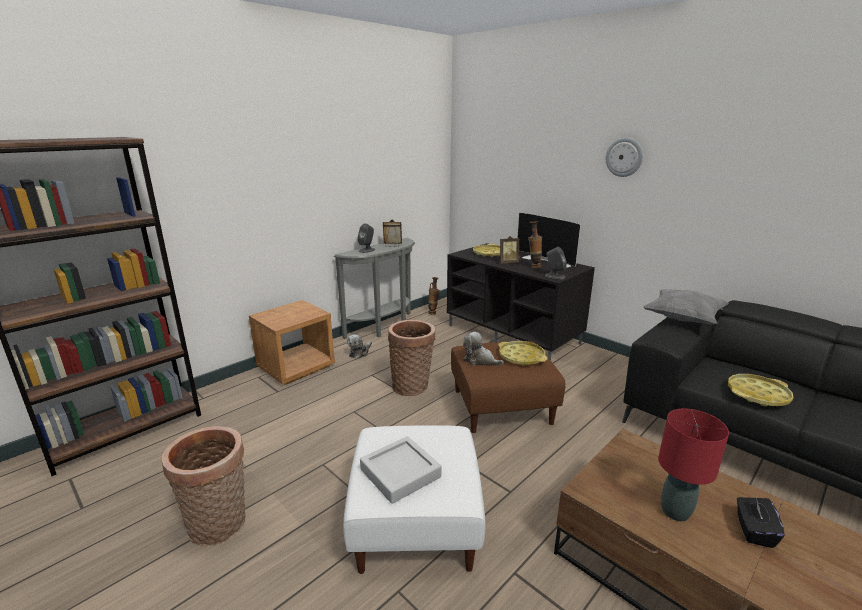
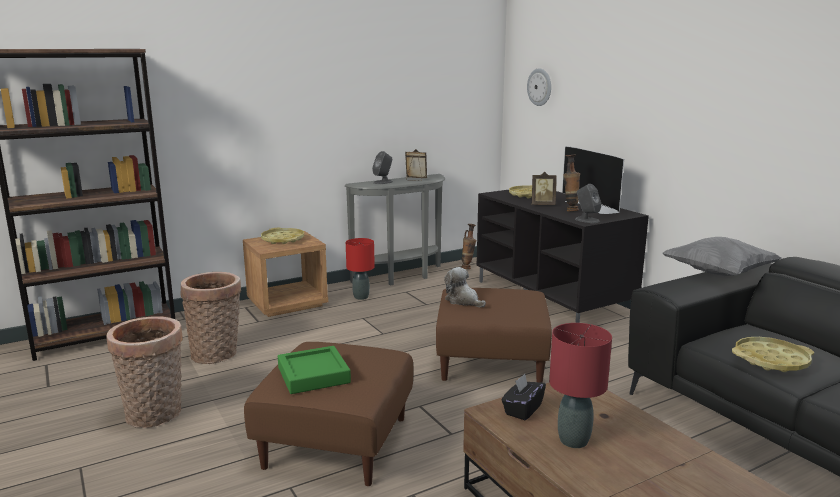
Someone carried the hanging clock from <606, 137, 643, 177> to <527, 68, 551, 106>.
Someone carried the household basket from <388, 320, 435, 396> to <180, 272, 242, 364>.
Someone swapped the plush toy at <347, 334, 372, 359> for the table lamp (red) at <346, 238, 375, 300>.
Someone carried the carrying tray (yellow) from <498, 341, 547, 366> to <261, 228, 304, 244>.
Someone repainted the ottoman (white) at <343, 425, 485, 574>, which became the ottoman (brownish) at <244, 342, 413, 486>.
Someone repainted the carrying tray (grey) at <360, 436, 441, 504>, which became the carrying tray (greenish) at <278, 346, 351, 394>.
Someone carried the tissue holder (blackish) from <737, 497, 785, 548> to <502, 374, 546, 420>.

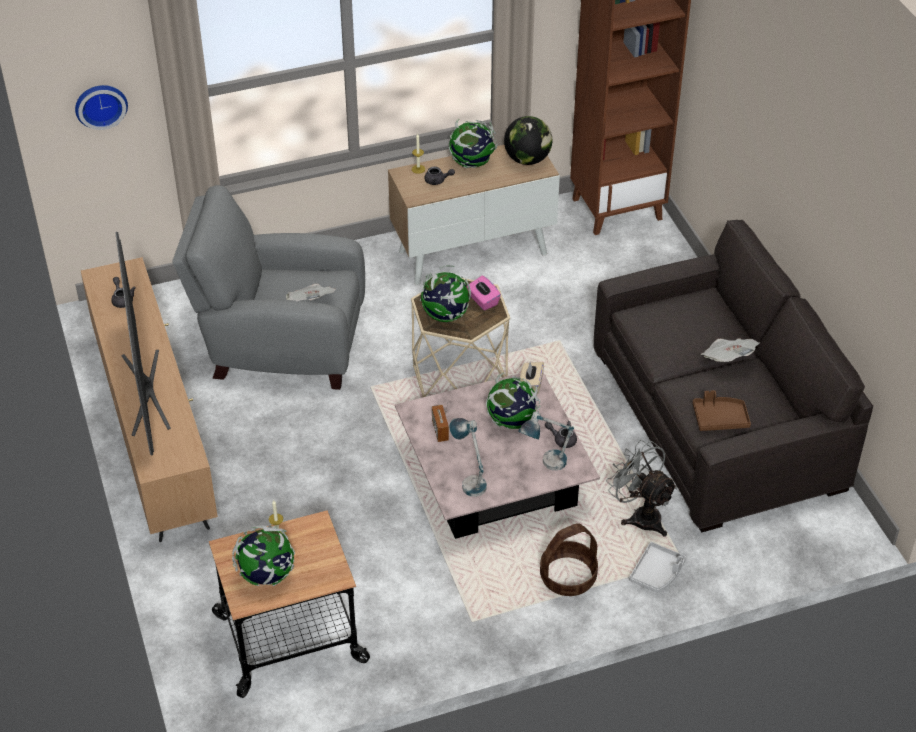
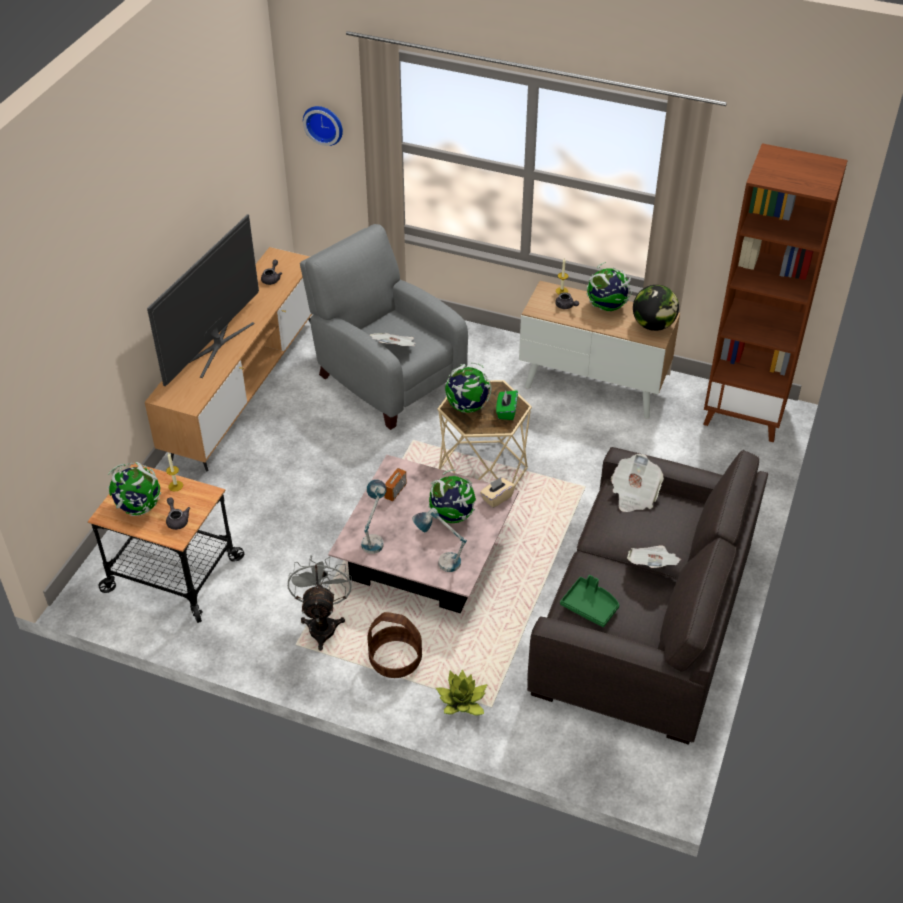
Someone repainted the tissue holder (pink) at <467, 276, 501, 311>, which became the tissue holder (greenish) at <496, 390, 518, 420>.
Someone repainted the carrying tray (brownish) at <693, 390, 751, 431>, which became the carrying tray (greenish) at <560, 575, 619, 627>.
Someone carried the tea pot (grey) from <545, 421, 577, 448> to <166, 497, 190, 530>.
Someone carried the electric fan (grey) from <606, 440, 677, 537> to <288, 555, 352, 651>.
Someone swapped the carrying tray (grey) at <629, 542, 686, 593> for the houseplant at <436, 669, 488, 716>.
Someone put down the newspaper at <611, 454, 664, 512>.

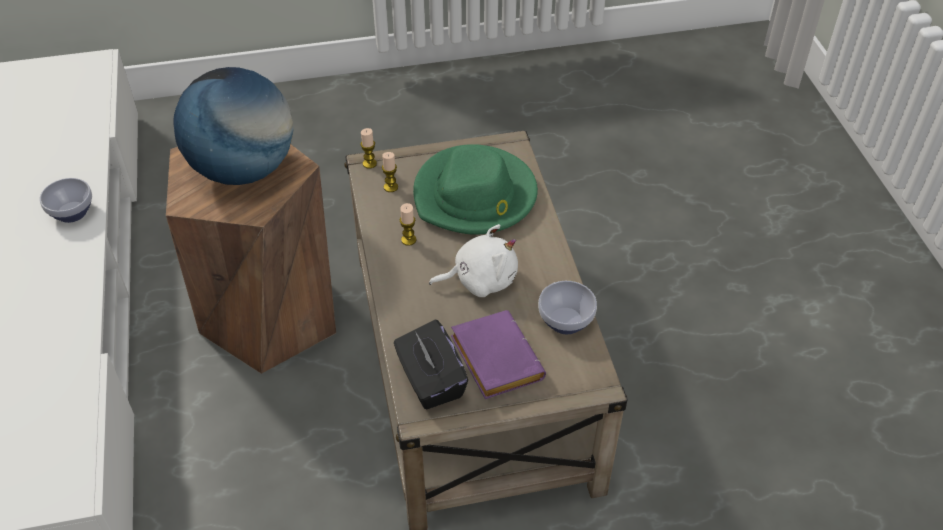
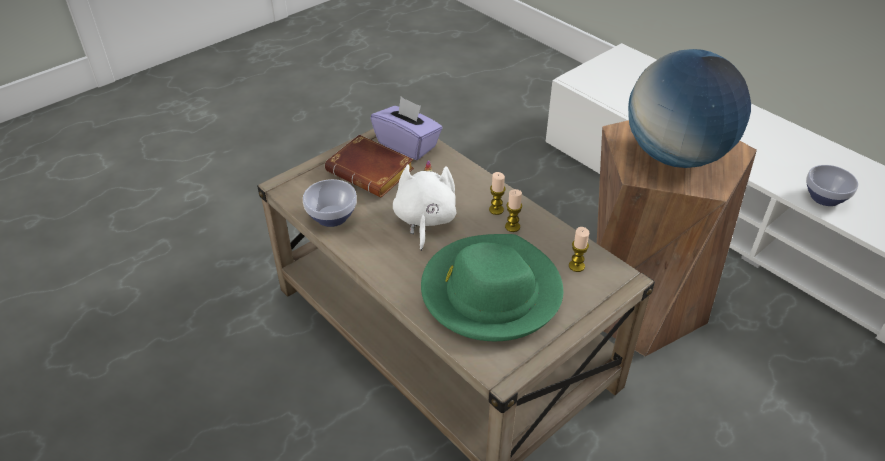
Someone carried the wax light from <360, 128, 377, 169> to <489, 172, 506, 215>.
Someone rotated the plush toy (white) at <429, 224, 518, 297> by 135 degrees clockwise.
Someone repainted the bound book (purplish) at <451, 310, 546, 399>, which became the bound book (brownish) at <325, 135, 414, 197>.
Someone repainted the tissue holder (blackish) at <394, 320, 468, 409>, which became the tissue holder (purplish) at <370, 97, 443, 160>.

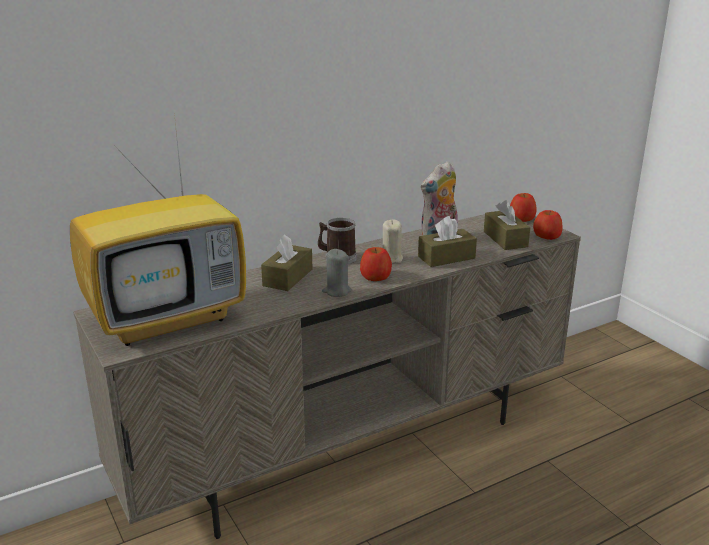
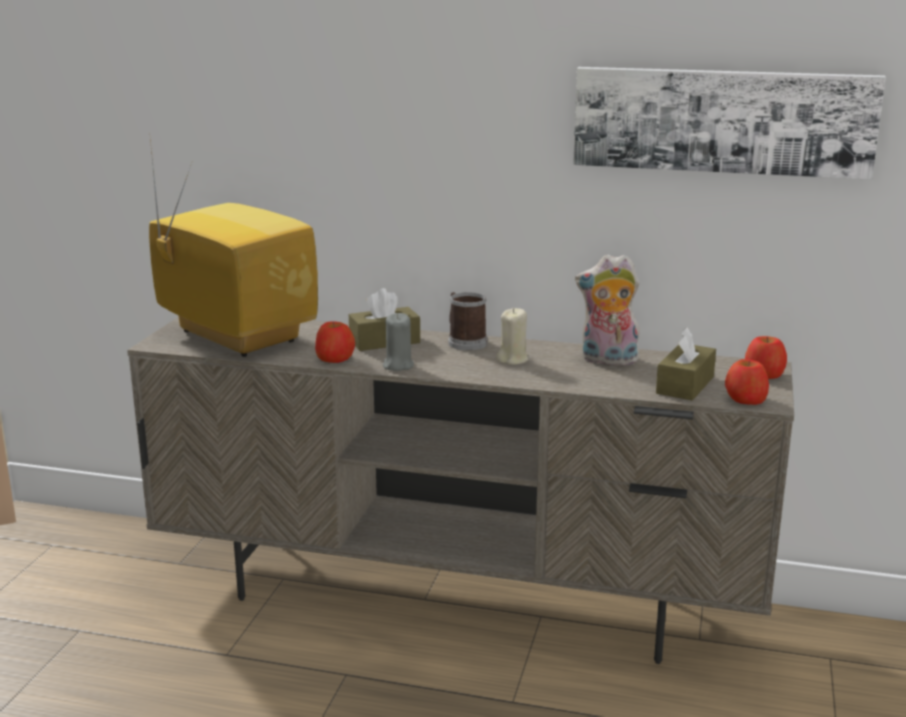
Someone rotated the TV at <70, 114, 246, 346> by 150 degrees counterclockwise.
Someone took away the tissue holder (brownish) at <418, 216, 477, 267>.
Someone carried the whole apple from <360, 247, 392, 281> to <315, 321, 355, 363>.
Someone put up the picture at <573, 67, 886, 180>.

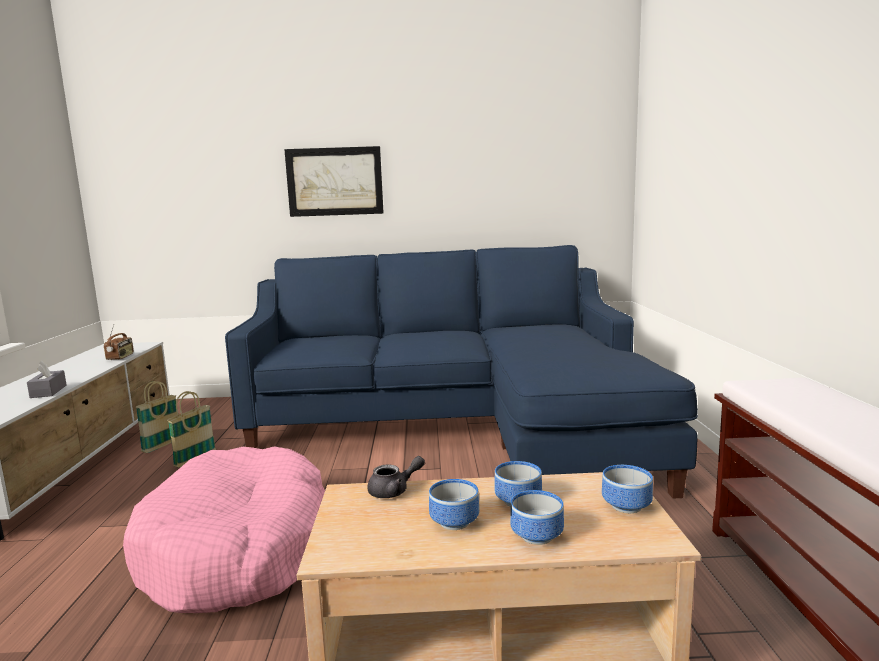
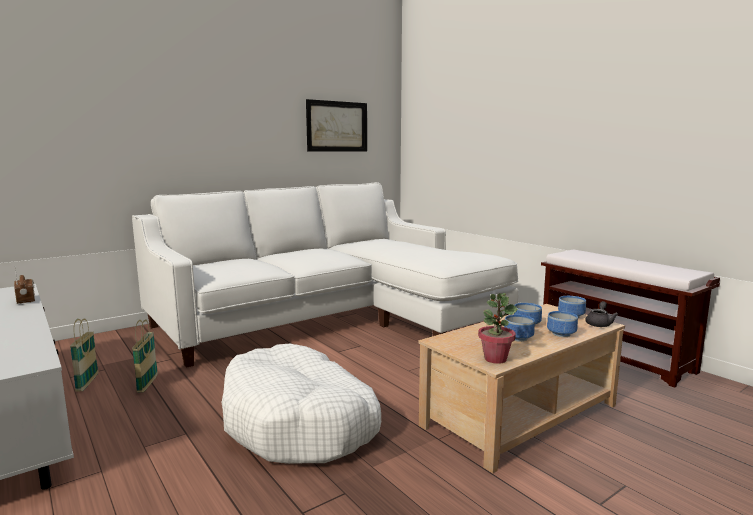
Someone carried the picture from <284, 146, 384, 217> to <306, 99, 367, 152>.
Someone repainted the settee (blue) at <225, 245, 698, 499>, which became the settee (white) at <132, 182, 519, 368>.
Someone took away the tissue holder (grey) at <27, 361, 67, 398>.
Someone repainted the dog cushion (pink) at <123, 447, 325, 613>, which became the dog cushion (white) at <221, 344, 381, 464>.
Someone carried the tea pot (grey) from <367, 456, 425, 498> to <585, 301, 618, 327>.
Someone put down the houseplant at <478, 293, 517, 364>.

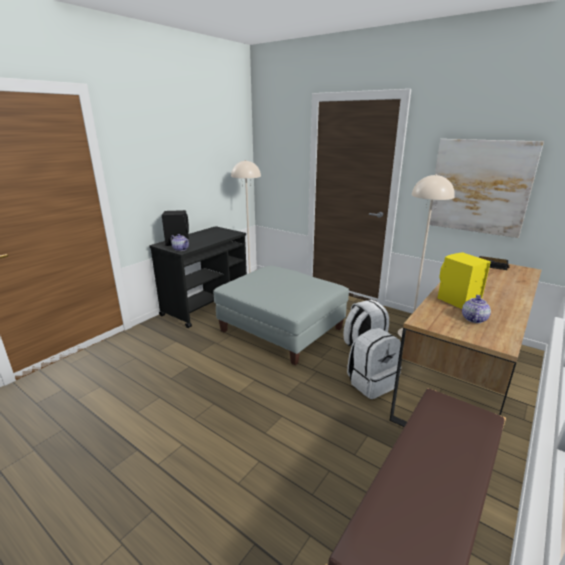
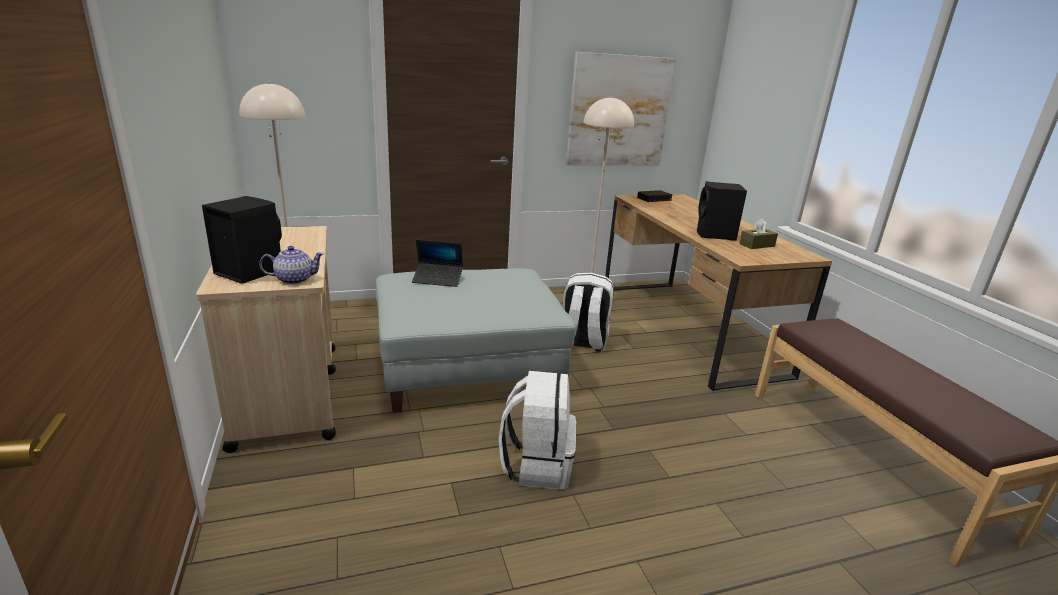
Someone repainted the wheeled cart (blackish) at <149, 226, 247, 328>, which became the wheeled cart (beige-coloured) at <196, 226, 336, 453>.
Someone repainted the loudspeaker (yellow) at <438, 252, 491, 309>, which became the loudspeaker (blackish) at <697, 181, 747, 241>.
Someone swapped the tea pot at <462, 295, 491, 323> for the tissue holder (brownish) at <739, 219, 778, 249>.
Someone carried the backpack (white) from <347, 328, 401, 399> to <499, 371, 576, 489>.
Someone put down the portable computer at <412, 240, 463, 287>.

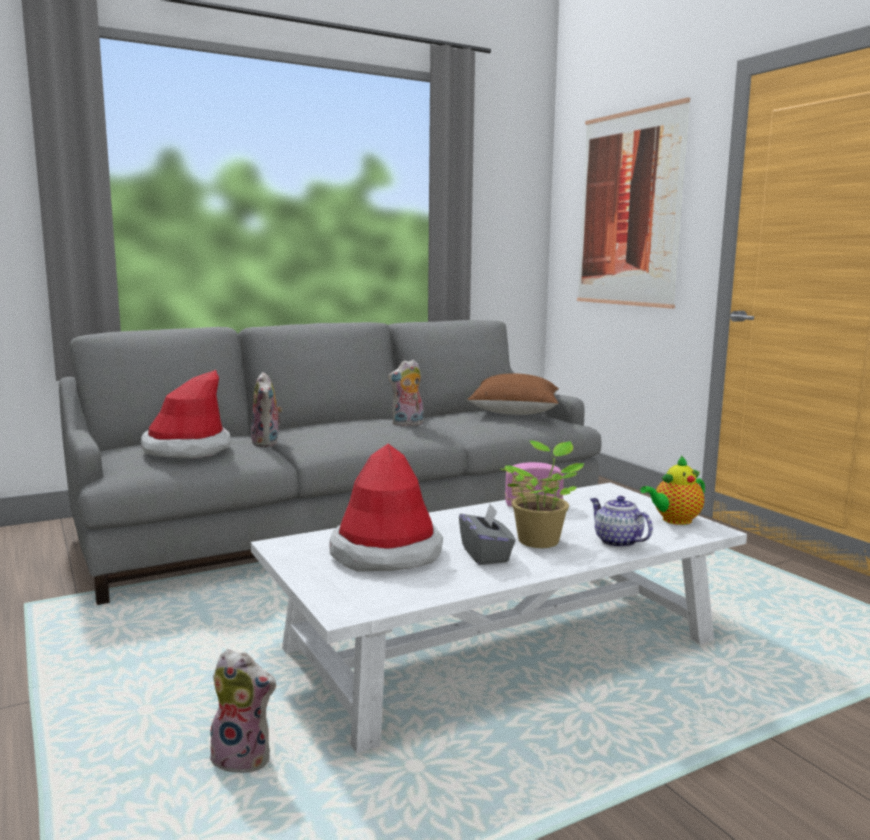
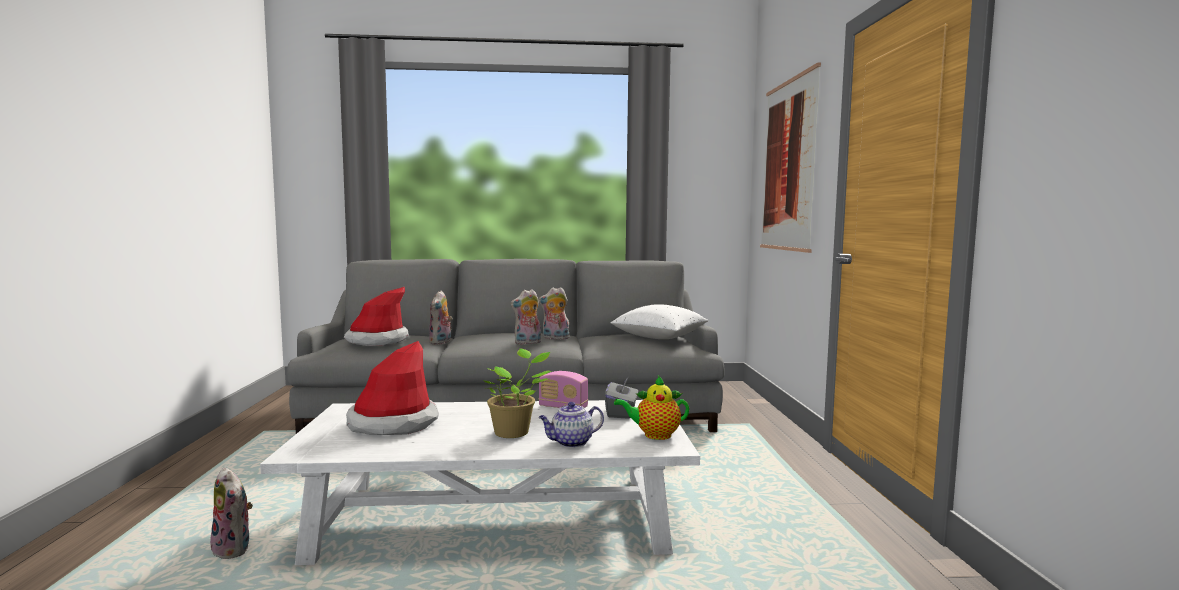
Someone repainted the pillow (brownish) at <468, 373, 559, 415>, which became the pillow (white) at <610, 304, 708, 339>.
Someone rotated the tea pot at <590, 496, 653, 548> by 105 degrees counterclockwise.
Someone carried the tissue holder (grey) from <459, 503, 516, 565> to <605, 376, 638, 419>.
Someone put down the plush toy at <510, 289, 541, 345>.

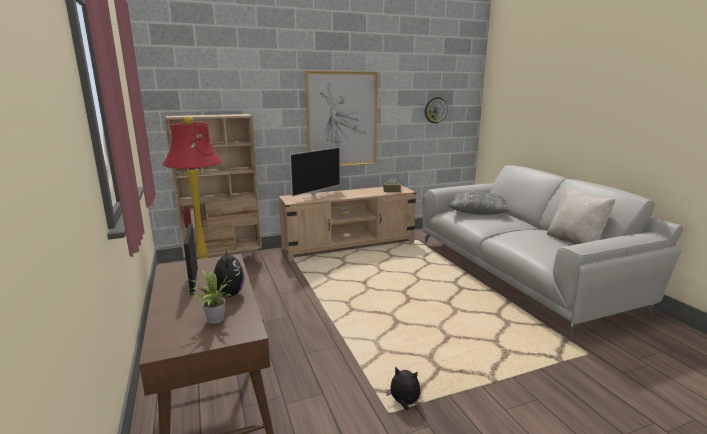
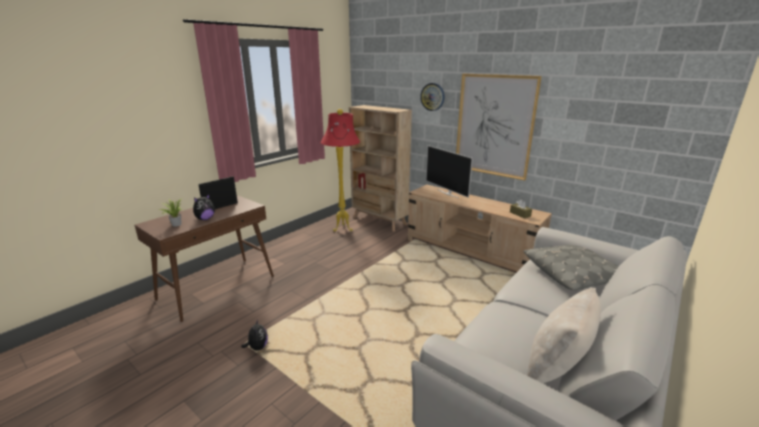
Someone carried the hanging clock from <425, 97, 448, 124> to <420, 83, 444, 111>.
Someone rotated the TV at <290, 147, 340, 199> by 45 degrees clockwise.

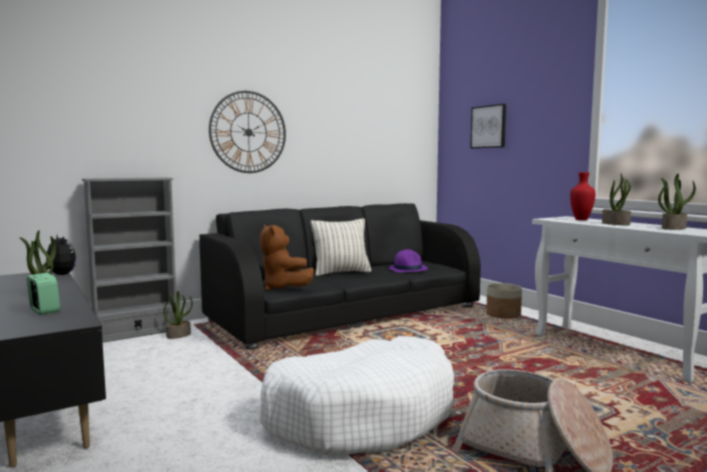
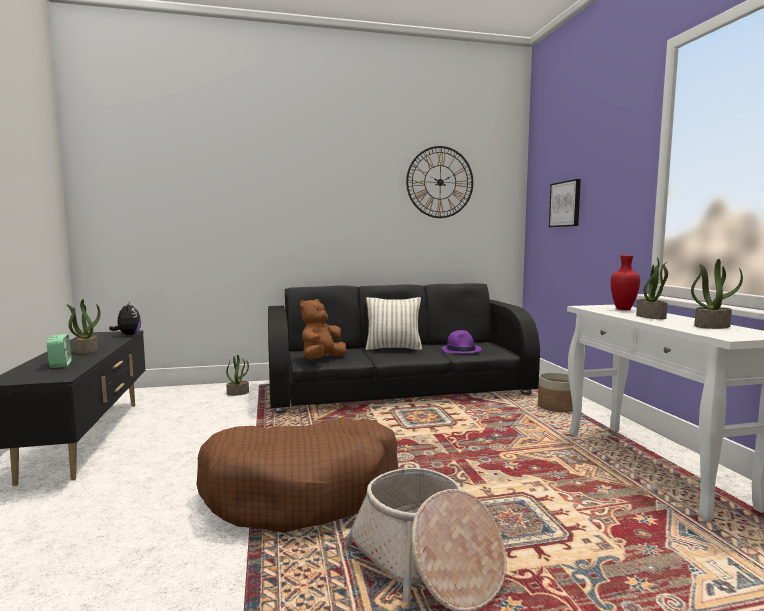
Someone carried the hanging clock from <209, 91, 286, 173> to <406, 146, 473, 218>.
Someone took away the shelving unit (grey) at <82, 178, 177, 343>.
Someone rotated the plush toy (brownish) at <260, 225, 314, 291> by 45 degrees clockwise.
Someone repainted the dog cushion (white) at <259, 336, 454, 456>, which became the dog cushion (brownish) at <197, 418, 398, 533>.

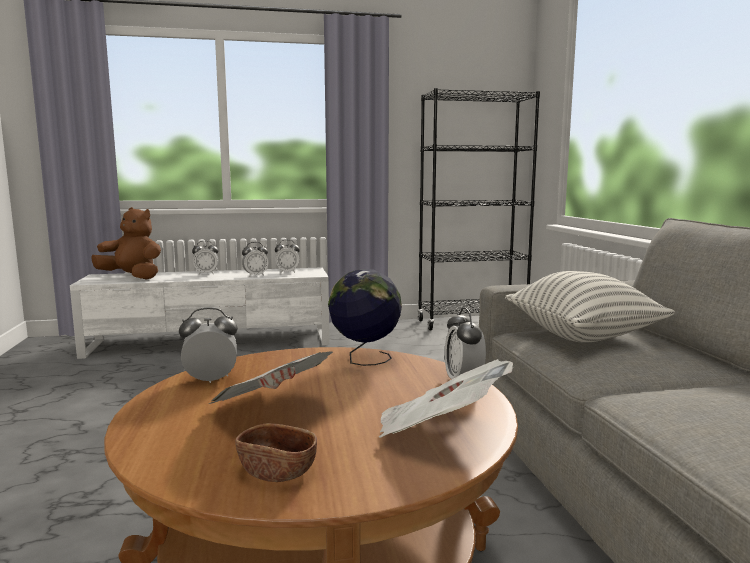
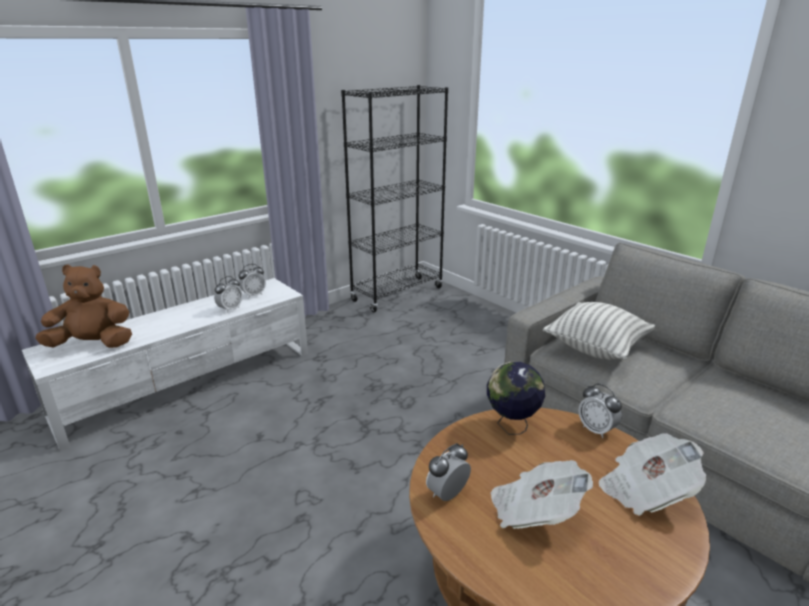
Someone took away the table clock at <192, 241, 219, 275>.
Someone took away the serving bowl (brownish) at <235, 423, 317, 482>.

